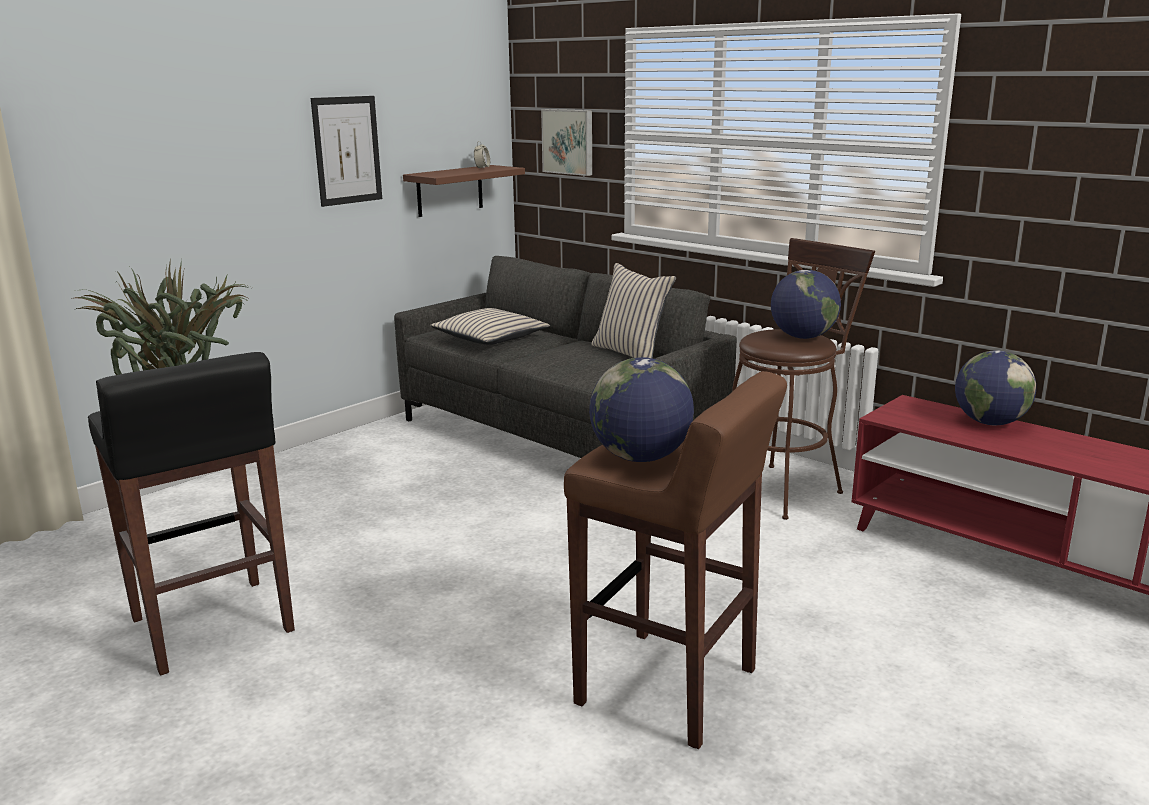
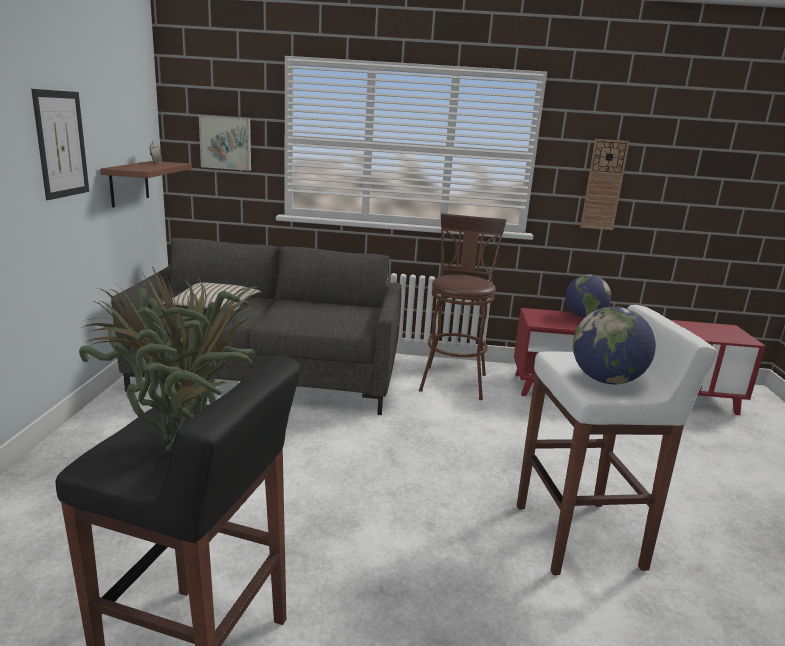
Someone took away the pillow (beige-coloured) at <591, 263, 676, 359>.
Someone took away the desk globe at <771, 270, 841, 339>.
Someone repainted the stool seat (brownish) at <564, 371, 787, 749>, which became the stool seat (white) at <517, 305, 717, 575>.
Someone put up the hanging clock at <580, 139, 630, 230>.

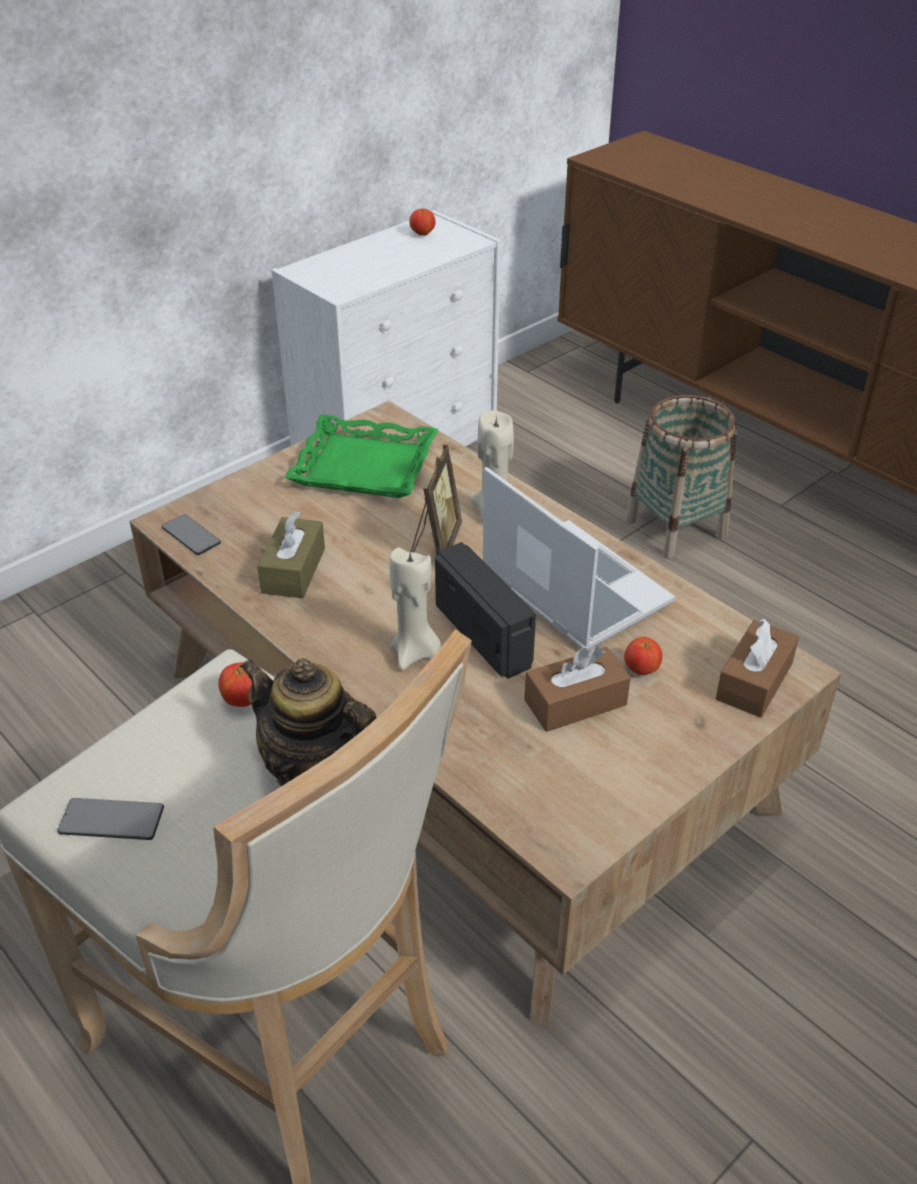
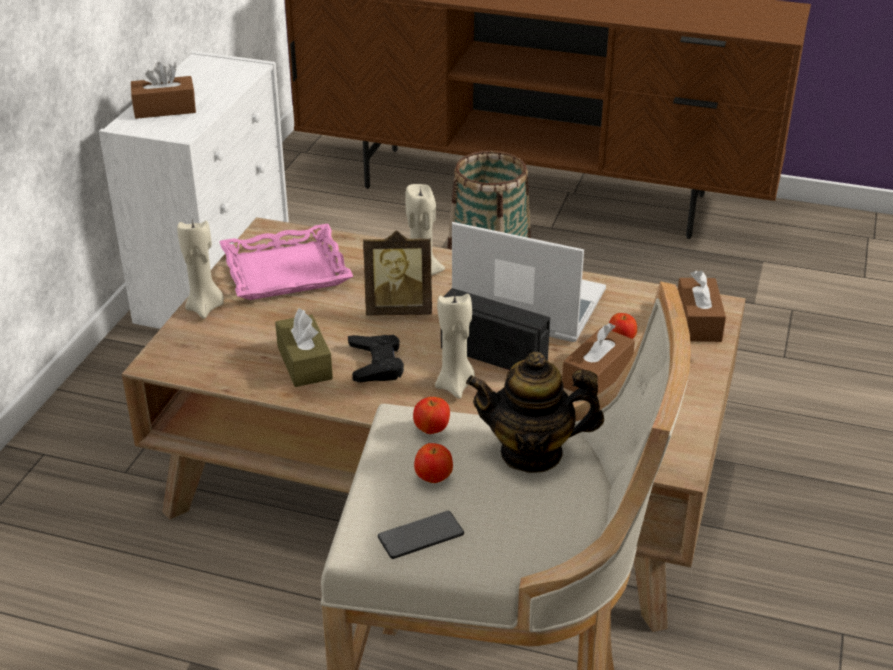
Someone carried the whole apple from <409, 208, 435, 236> to <414, 443, 453, 483>.
Someone repainted the carrying tray (greenish) at <284, 414, 438, 498>, which became the carrying tray (pink) at <219, 224, 354, 300>.
Someone rotated the photo frame at <411, 445, 462, 556> by 105 degrees clockwise.
Someone took away the telephone at <162, 514, 221, 555>.
Someone put down the tissue holder (brownish) at <131, 62, 196, 119>.
Someone put down the wax light (beige-coloured) at <177, 220, 224, 319>.
Someone put down the game controller (blackish) at <348, 335, 404, 383>.

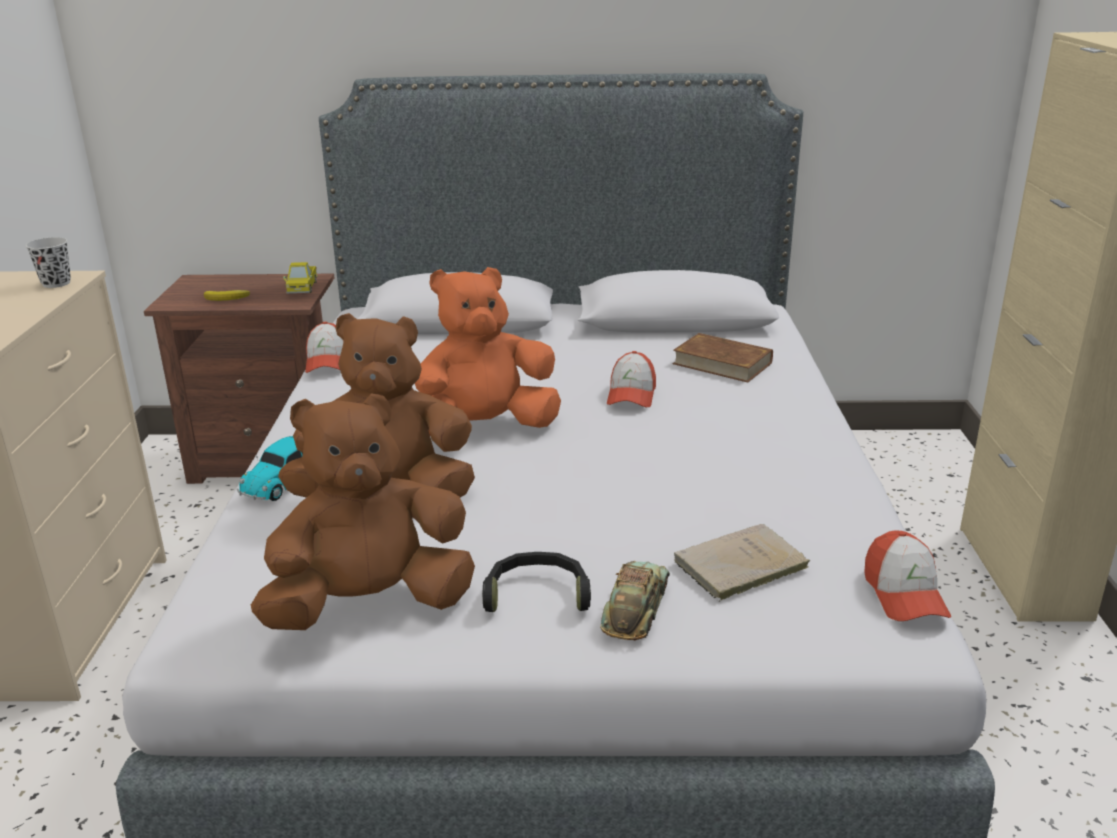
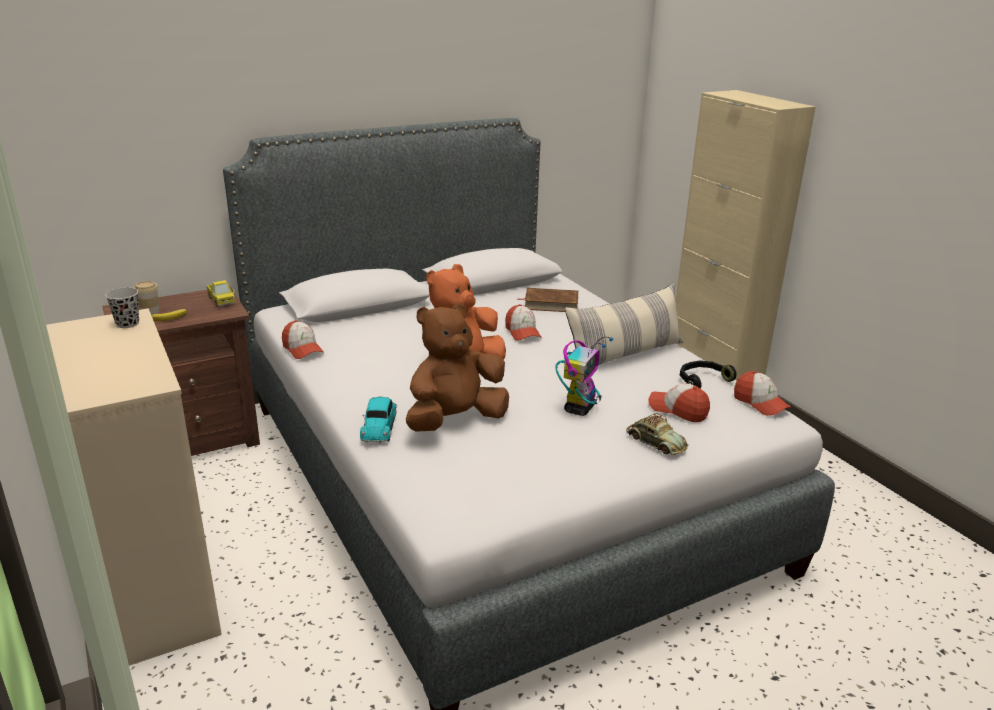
Someone took away the plush toy (brownish) at <251, 393, 475, 630>.
Someone swapped the bound book (beige-coloured) at <674, 524, 810, 602> for the cap at <648, 383, 710, 422>.
Someone carried the pair of headphones (blackish) from <482, 552, 591, 612> to <680, 360, 737, 389>.
Someone rotated the toy car at <600, 561, 670, 641> by 150 degrees clockwise.
Someone put down the cup at <134, 281, 159, 316>.
Someone put down the pillow at <565, 283, 683, 365>.
Someone put down the robot figure at <555, 337, 613, 416>.

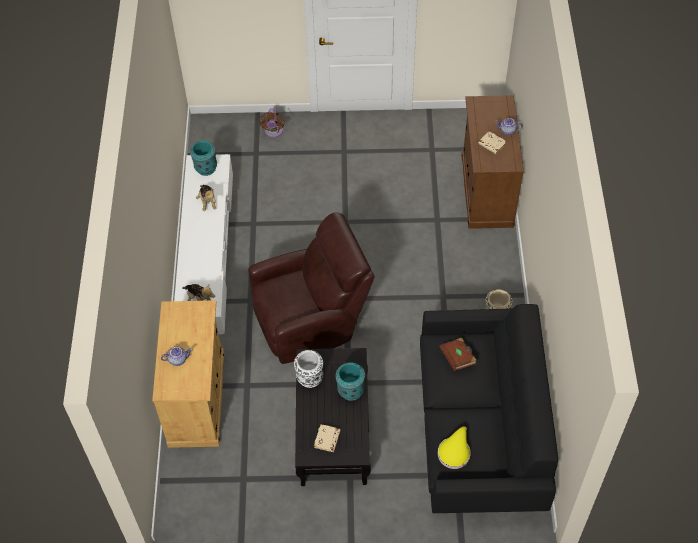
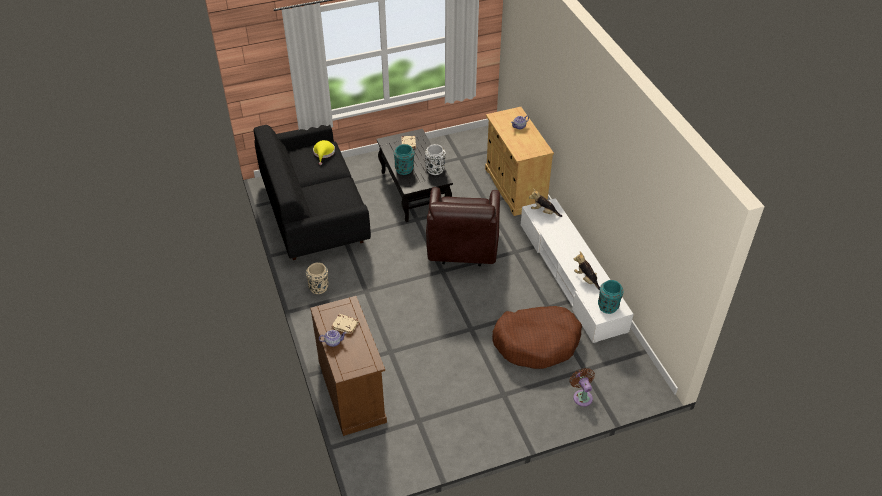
Someone rotated the armchair (brownish) at <248, 213, 375, 364> by 45 degrees counterclockwise.
Someone took away the bound book (brownish) at <439, 337, 477, 371>.
Someone put down the dog cushion (brownish) at <492, 306, 582, 369>.

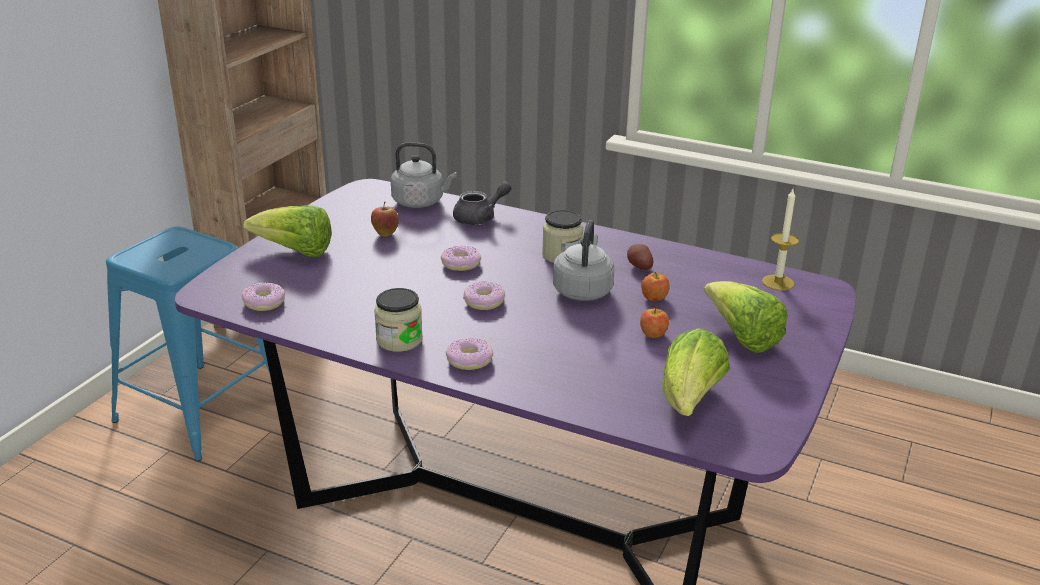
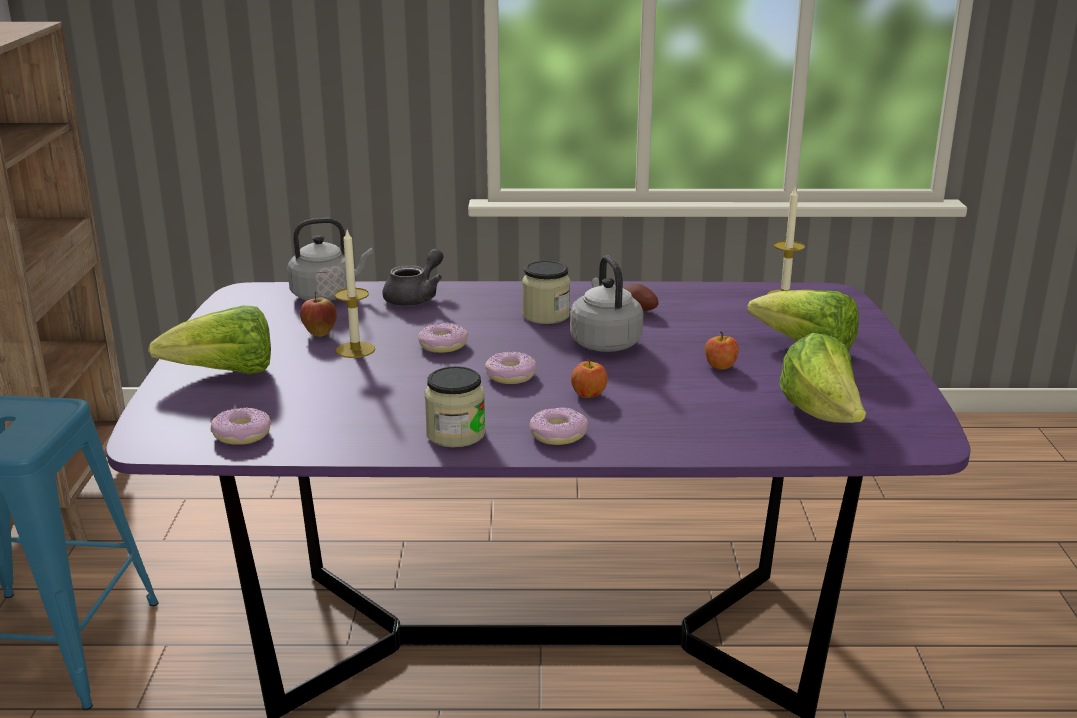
Someone carried the whole apple from <641, 272, 670, 301> to <571, 359, 608, 398>.
Someone put down the wax light at <335, 230, 375, 358>.

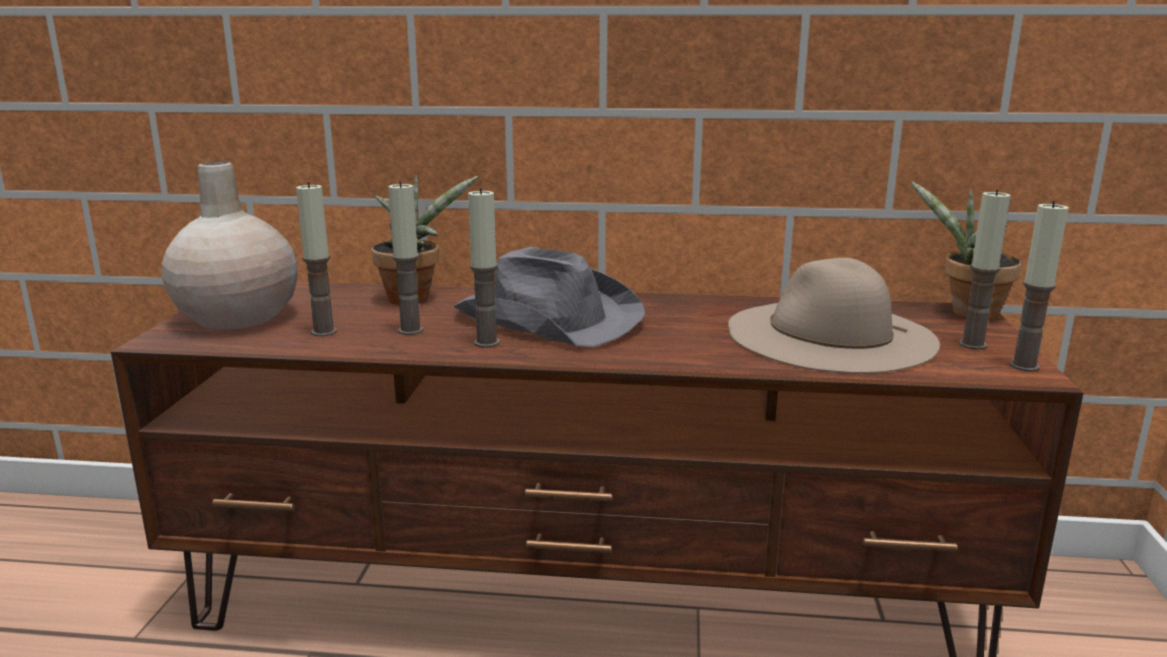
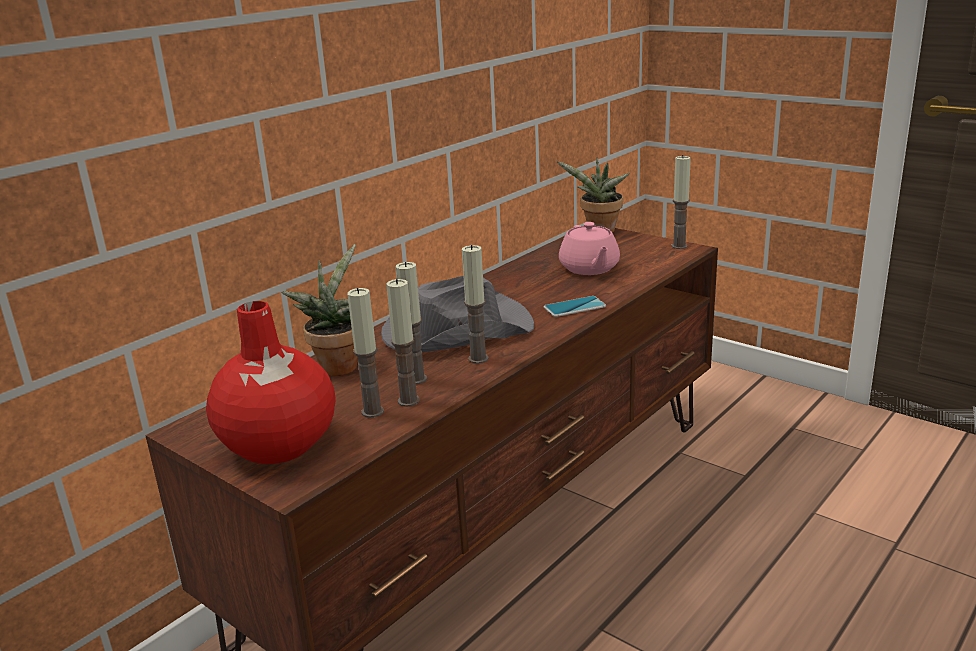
Someone repainted the vase (beige-coloured) at <162, 161, 298, 330>, which became the vase (red) at <206, 301, 336, 464>.
Someone carried the wax light from <959, 189, 1011, 350> to <386, 279, 420, 407>.
Someone swapped the clothing hat (beige-coloured) at <728, 258, 940, 374> for the tea pot (pink) at <559, 222, 620, 275>.
Someone put down the telephone at <544, 296, 606, 317>.

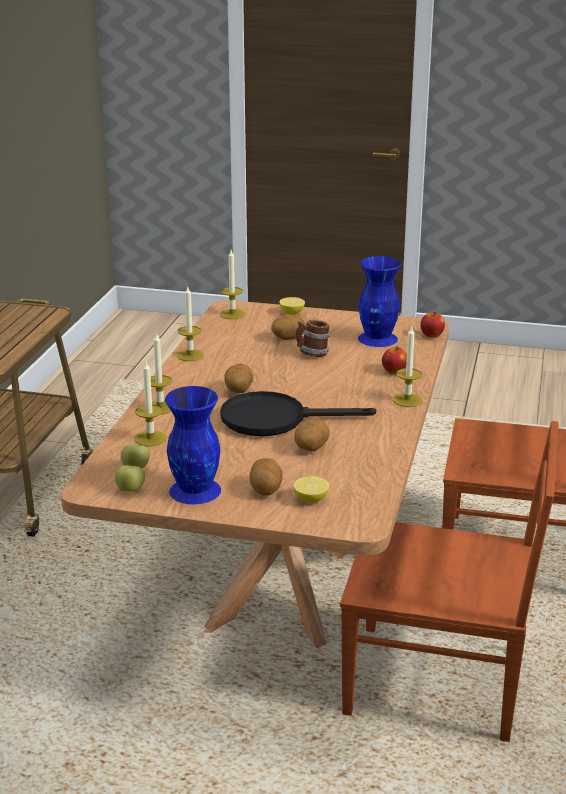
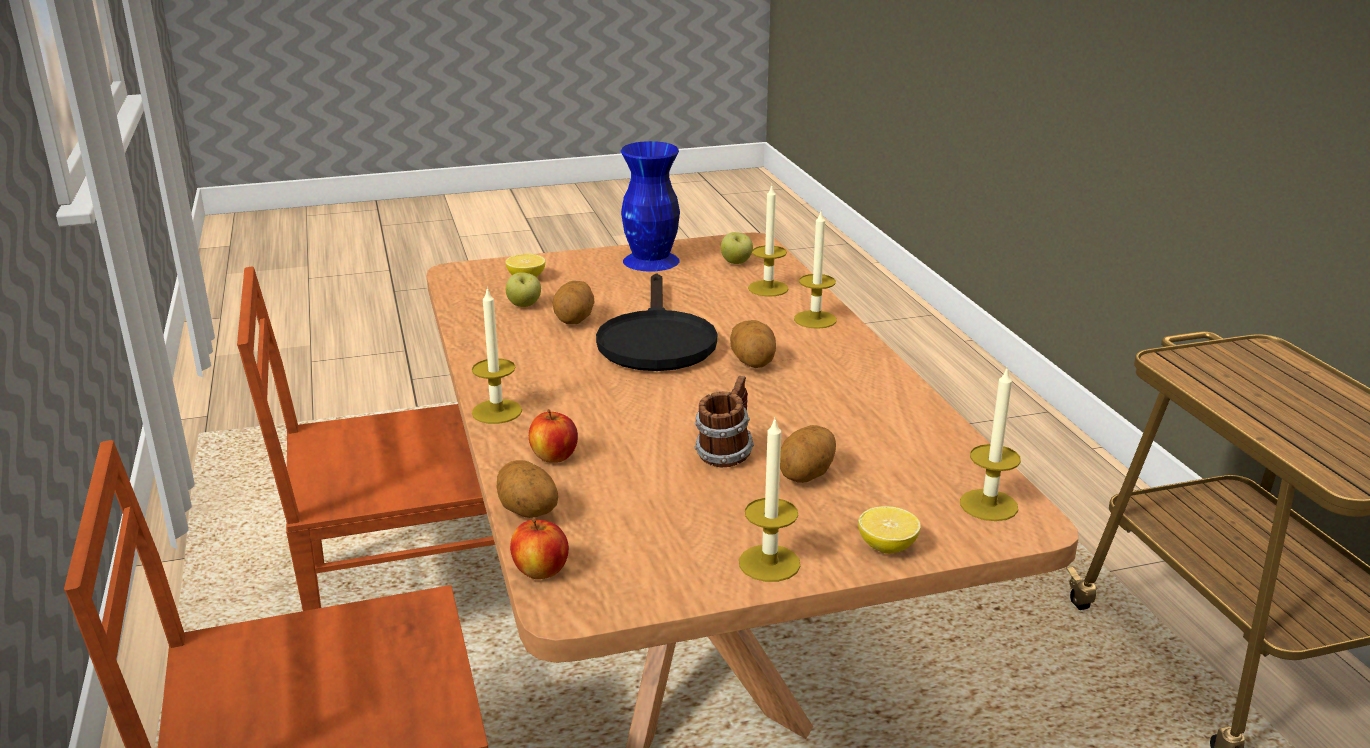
Someone took away the vase (blue) at <358, 256, 401, 347>.
Someone carried the wax light from <176, 285, 204, 361> to <739, 419, 800, 582>.
Someone rotated the pan (blackish) at <220, 391, 376, 436> by 120 degrees clockwise.
Someone carried the whole potato from <250, 458, 283, 496> to <497, 460, 558, 518>.
Someone carried the whole apple from <115, 465, 145, 492> to <506, 272, 541, 307>.

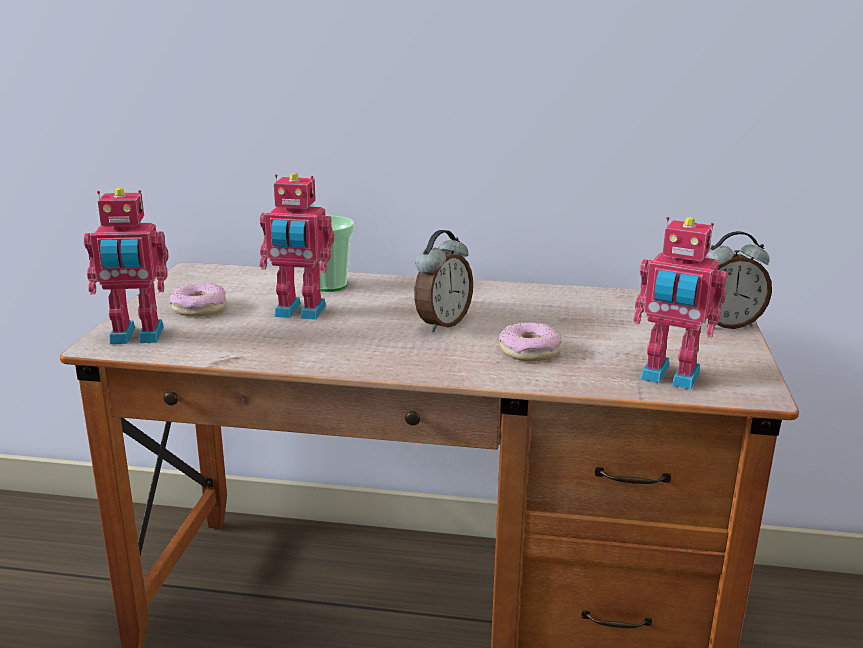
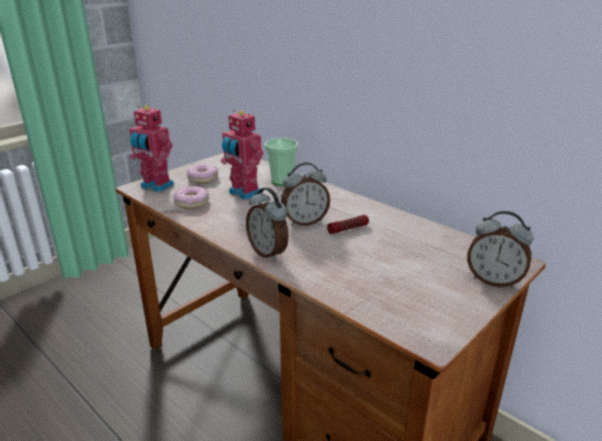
Someone took away the robot figure at <633, 217, 727, 390>.
Someone carried the donut from <499, 323, 562, 361> to <173, 186, 209, 209>.
Someone put down the table clock at <246, 187, 289, 261>.
Someone put down the flashlight at <327, 215, 369, 234>.

